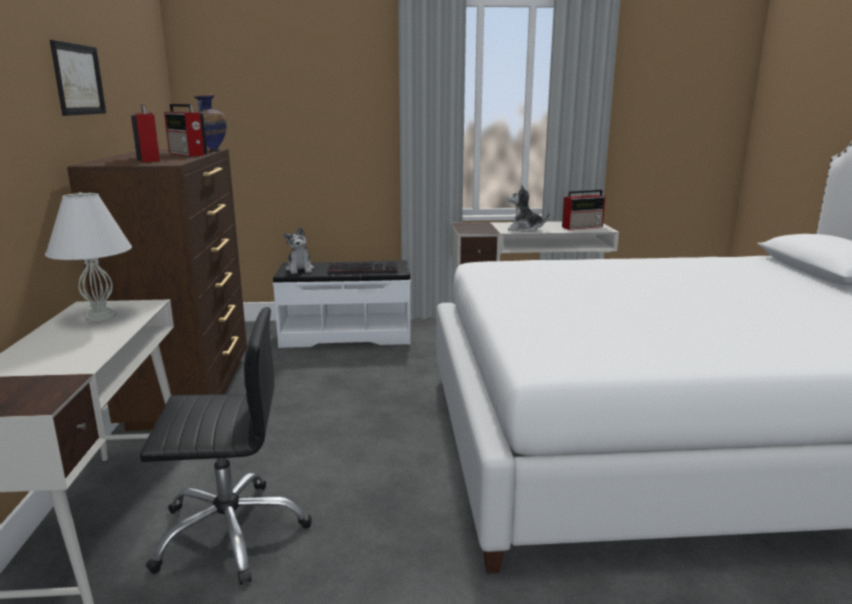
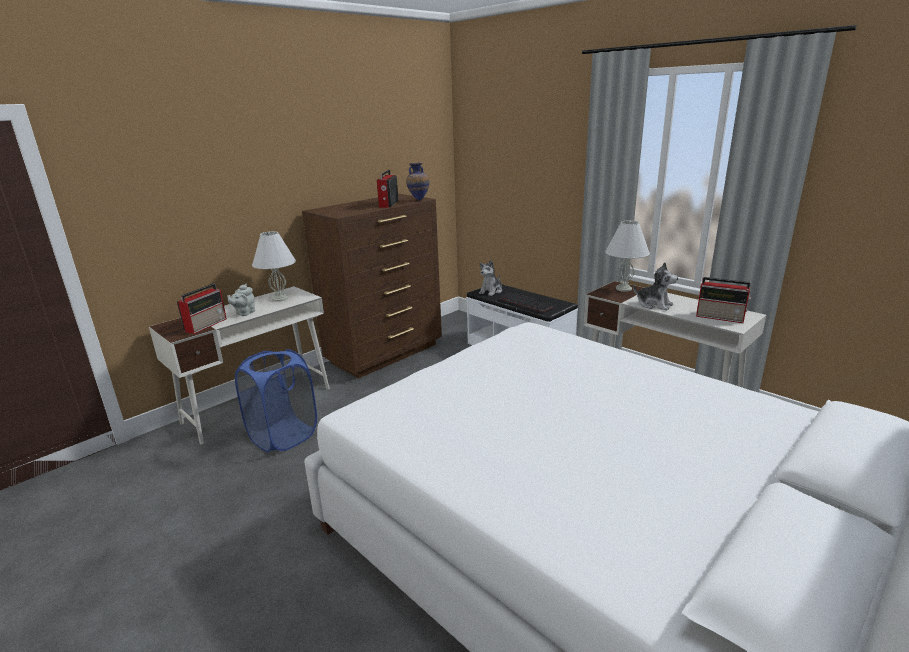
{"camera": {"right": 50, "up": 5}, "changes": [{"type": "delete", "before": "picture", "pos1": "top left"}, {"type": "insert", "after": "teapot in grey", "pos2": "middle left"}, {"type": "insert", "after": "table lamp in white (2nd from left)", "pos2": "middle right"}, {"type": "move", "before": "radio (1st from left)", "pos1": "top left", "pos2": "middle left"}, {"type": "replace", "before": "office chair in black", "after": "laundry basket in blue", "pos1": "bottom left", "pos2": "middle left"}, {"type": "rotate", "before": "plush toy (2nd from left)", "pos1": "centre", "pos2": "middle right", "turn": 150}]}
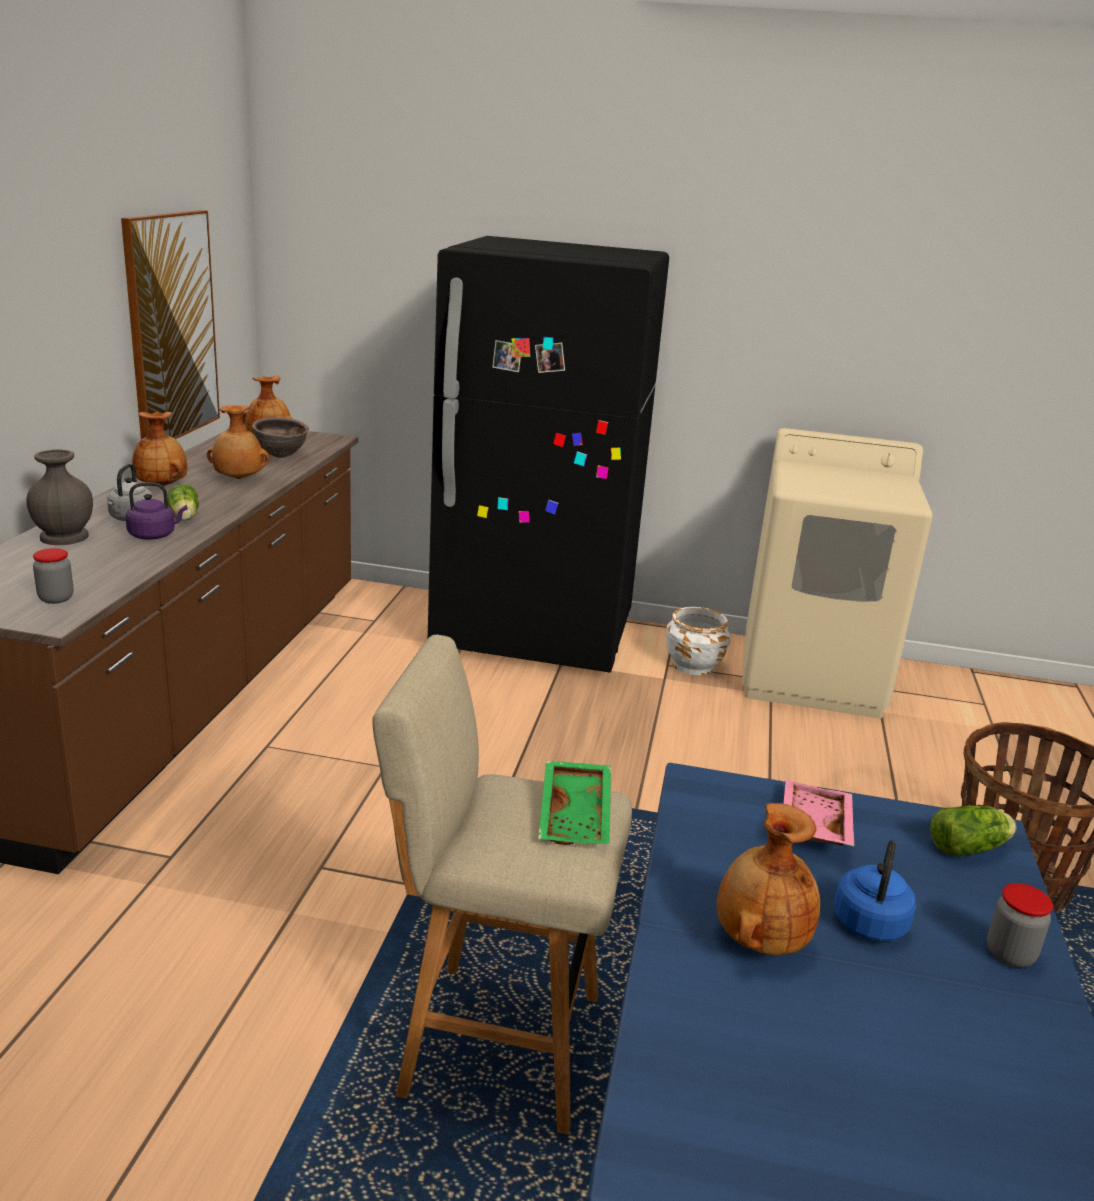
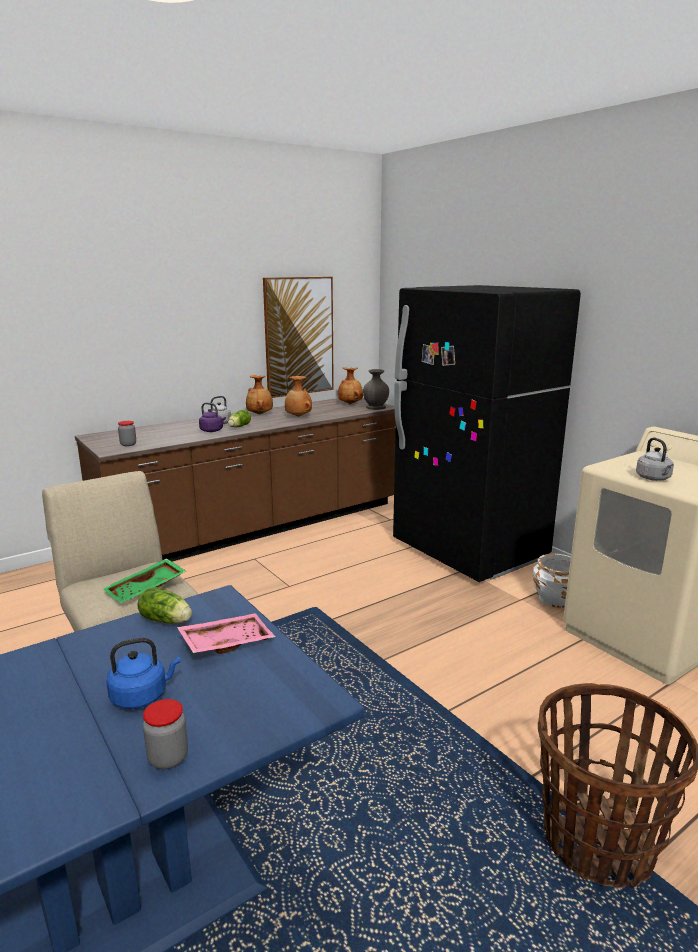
{"camera": {"right": 45, "up": -5}, "changes": [{"type": "delete", "before": "bowl in brown", "pos1": "middle left"}, {"type": "delete", "before": "vase in brown (4th from left)", "pos1": "bottom right"}, {"type": "insert", "after": "kettle in grey (2nd from left)", "pos2": "middle right"}, {"type": "move", "before": "vase in grey", "pos1": "middle left", "pos2": "centre"}, {"type": "move", "before": "lettuce (2nd from left in the first image)", "after": "lettuce (1st from left)", "pos1": "bottom right", "pos2": "middle left"}]}
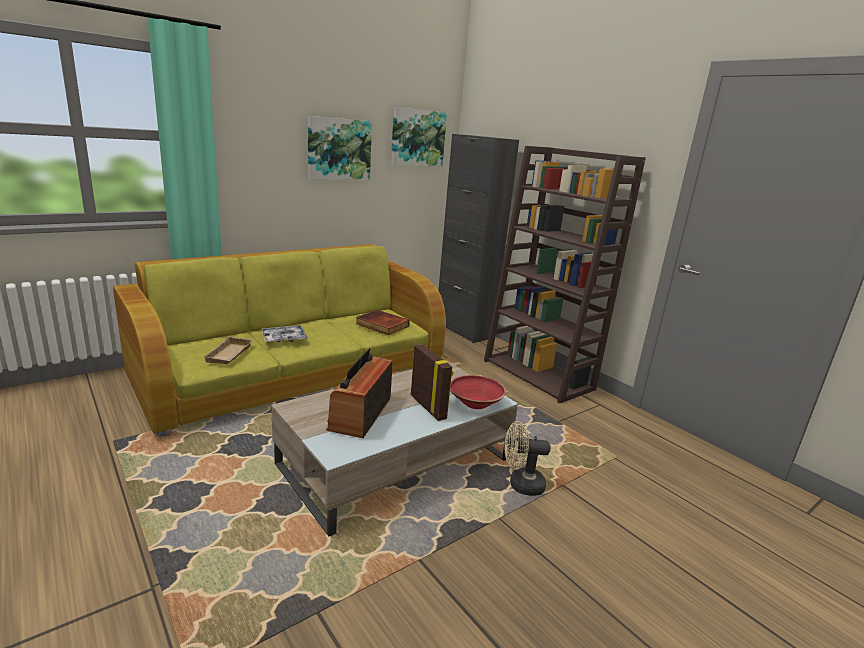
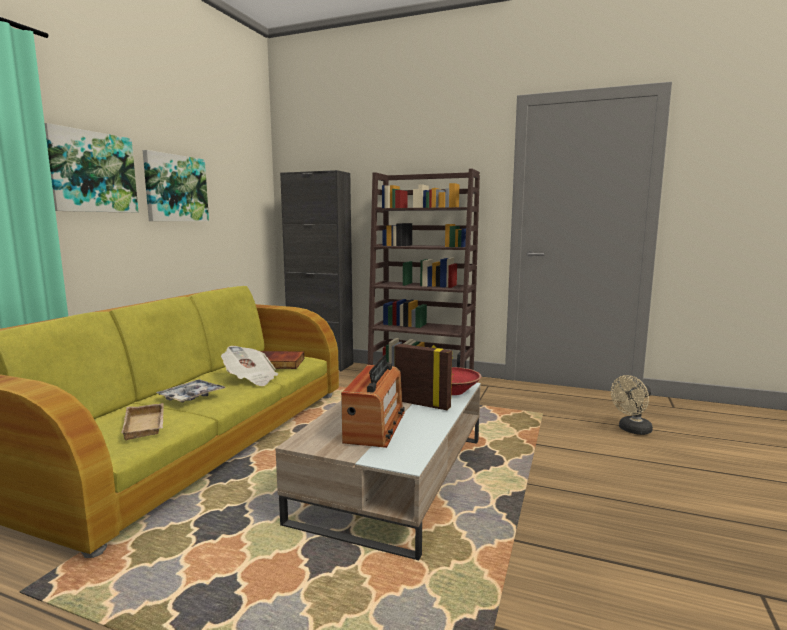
{"camera": {"right": -30, "up": -10}, "changes": [{"type": "insert", "after": "newspaper", "pos2": "middle left"}, {"type": "move", "before": "picture (2nd from left in the first image)", "after": "picture (1st from left)", "pos1": "top centre", "pos2": "top left"}, {"type": "move", "before": "fan in beige", "pos1": "bottom centre", "pos2": "middle right"}, {"type": "rotate", "before": "radio", "pos1": "centre", "pos2": "centre", "turn": -150}]}
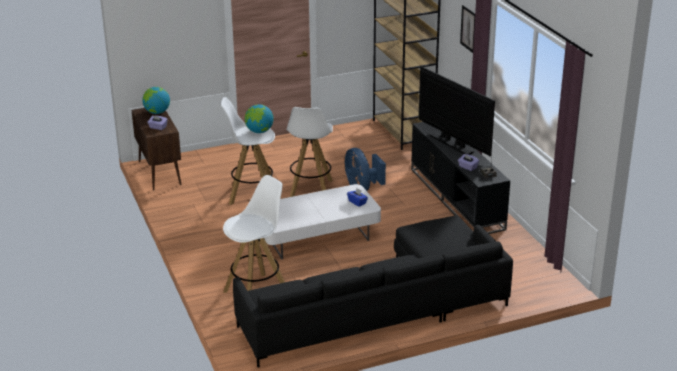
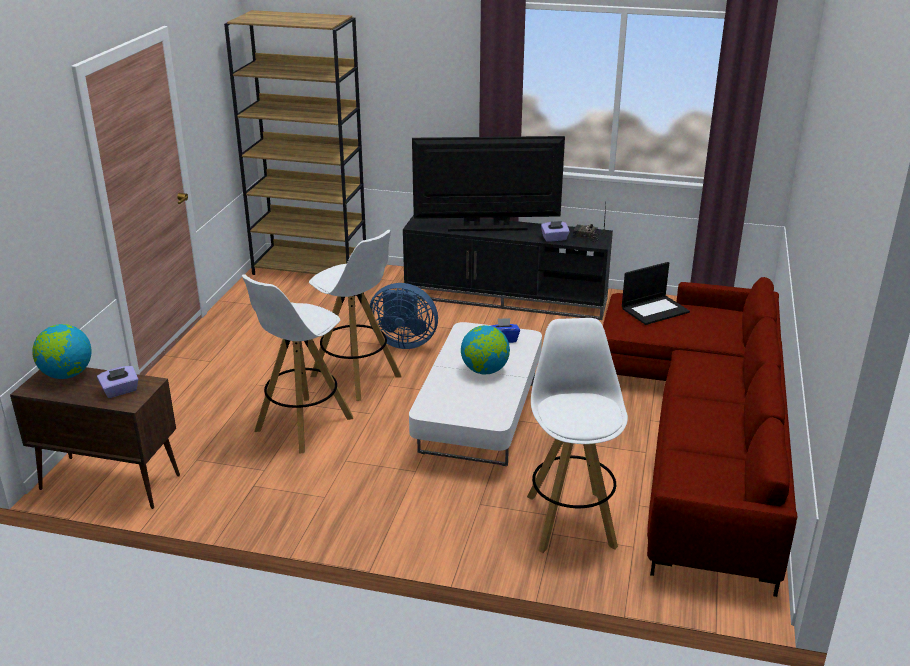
{"camera": {"right": -55, "up": 0}, "changes": [{"type": "delete", "before": "picture", "pos1": "top right"}, {"type": "insert", "after": "laptop", "pos2": "middle right"}, {"type": "move", "before": "globe (2nd from left)", "pos1": "top centre", "pos2": "centre"}, {"type": "recolor", "before": "sofa in black", "after": "sofa in red", "pos1": "bottom centre", "pos2": "middle right"}]}
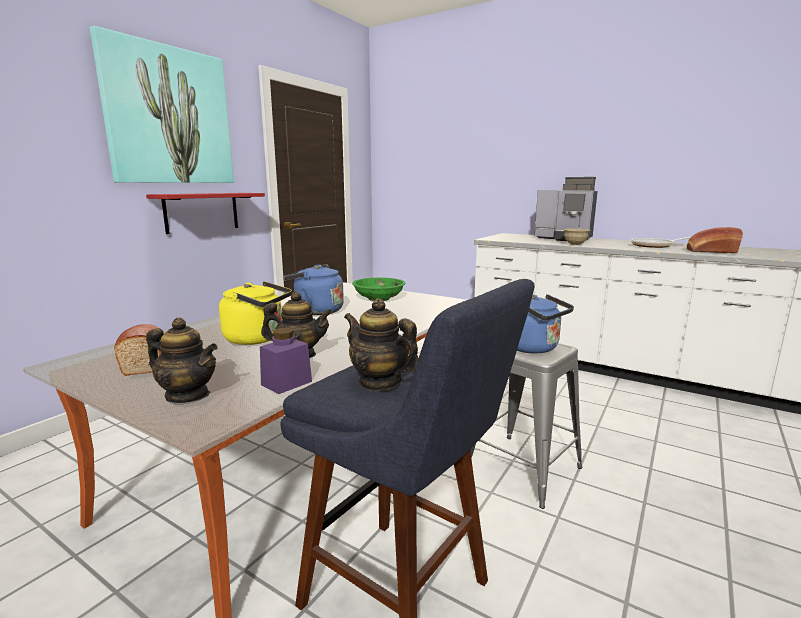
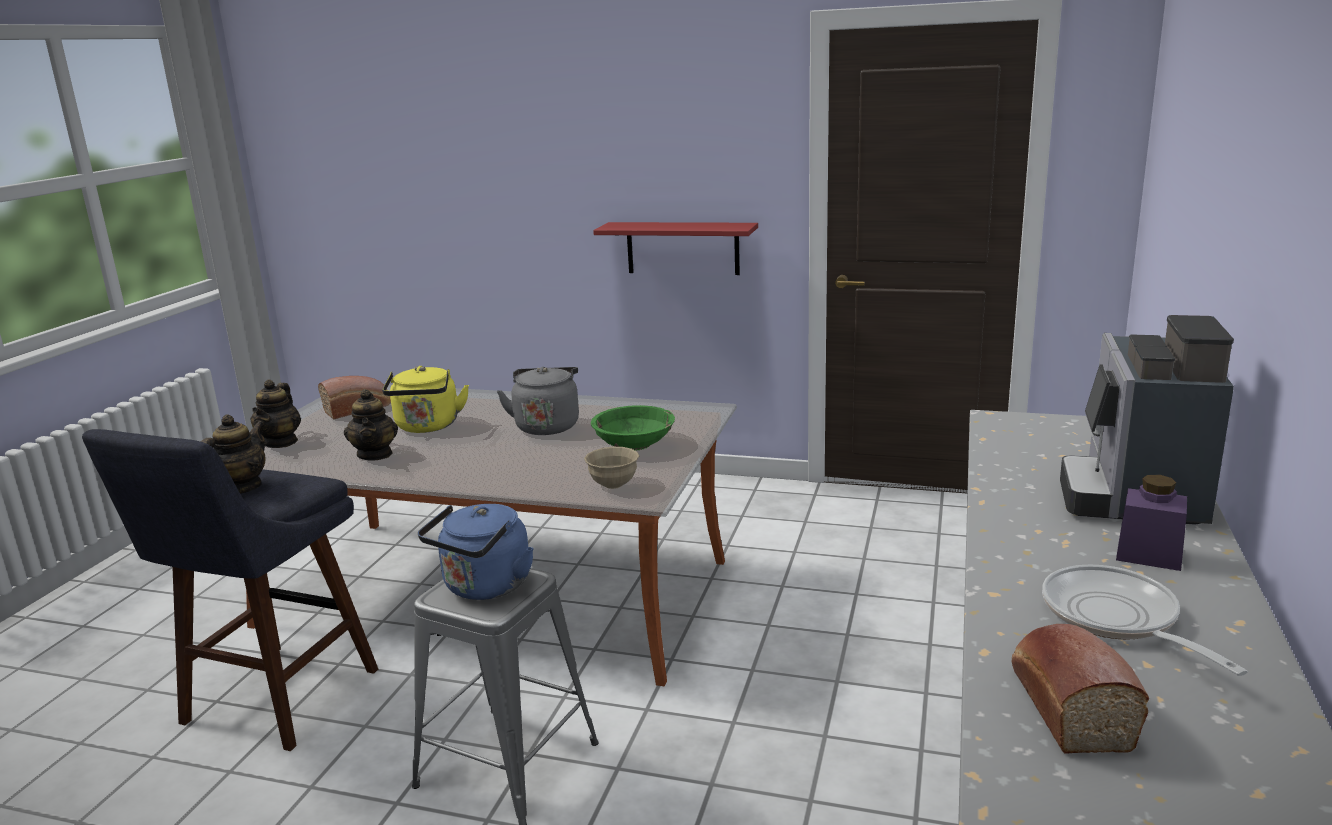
{"camera": {"right": 75, "up": 5}, "changes": [{"type": "delete", "before": "picture", "pos1": "top left"}, {"type": "move", "before": "jar in purple", "pos1": "centre", "pos2": "middle right"}, {"type": "move", "before": "bowl in beige", "pos1": "middle right", "pos2": "centre"}, {"type": "recolor", "before": "kettle in blue (1st from left)", "after": "kettle in grey", "pos1": "centre", "pos2": "centre"}]}
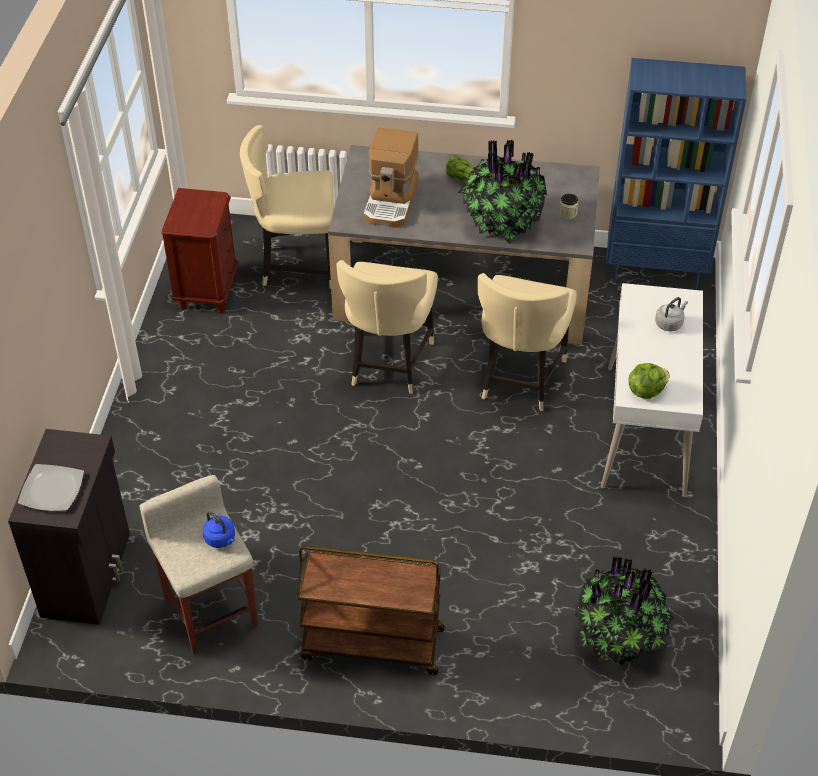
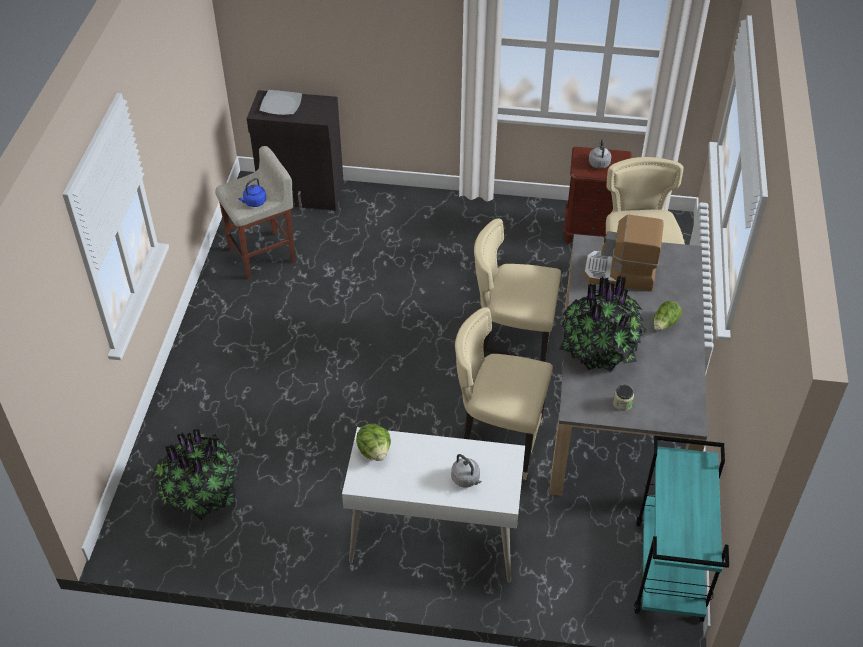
{"camera": {"right": 90, "up": 0}, "changes": [{"type": "delete", "before": "cart in brown", "pos1": "bottom centre"}, {"type": "insert", "after": "kettle in grey (2nd from left)", "pos2": "top right"}, {"type": "replace", "before": "bookcase in blue", "after": "cart in turquoise", "pos1": "top right", "pos2": "bottom right"}]}
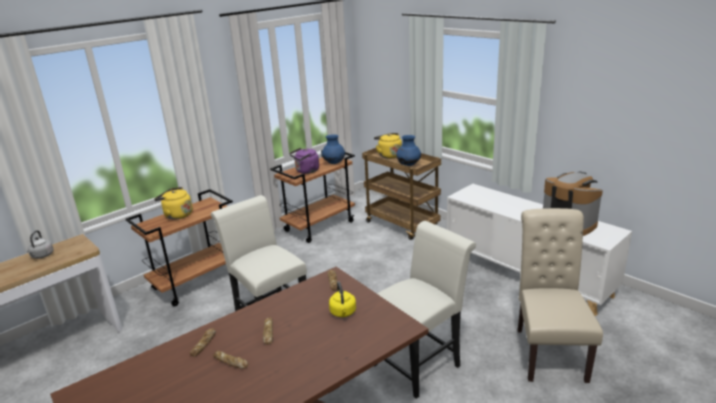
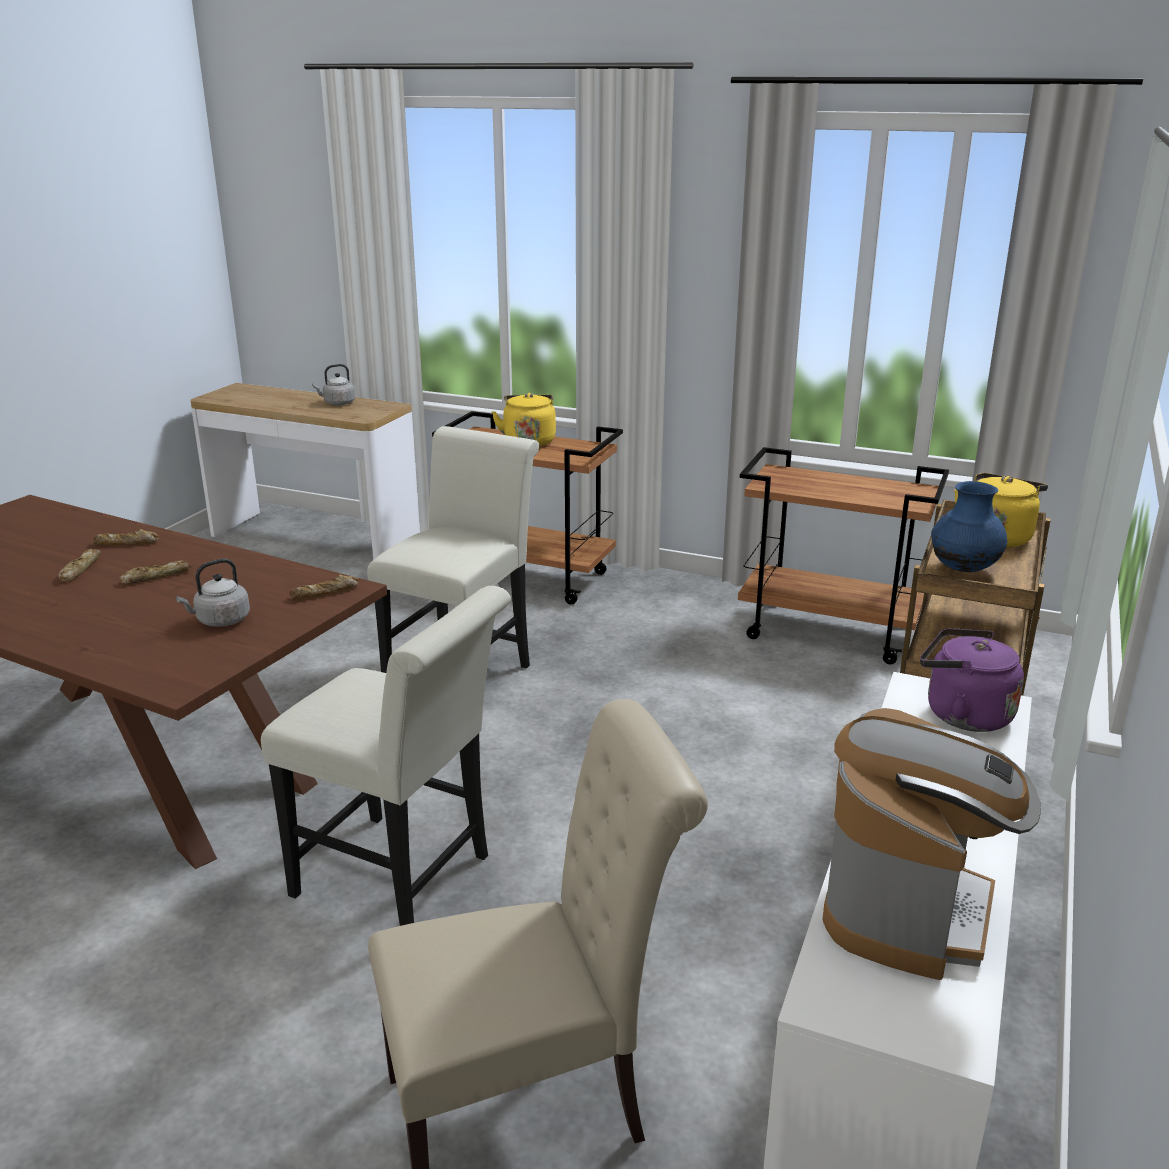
{"camera": {"right": 65, "up": 0}, "changes": [{"type": "delete", "before": "vase in blue (1st from left)", "pos1": "centre"}, {"type": "move", "before": "kettle in purple", "pos1": "centre", "pos2": "middle right"}, {"type": "recolor", "before": "kettle in yellow (2nd from left)", "after": "kettle in grey (1st from left)", "pos1": "bottom centre", "pos2": "middle left"}]}
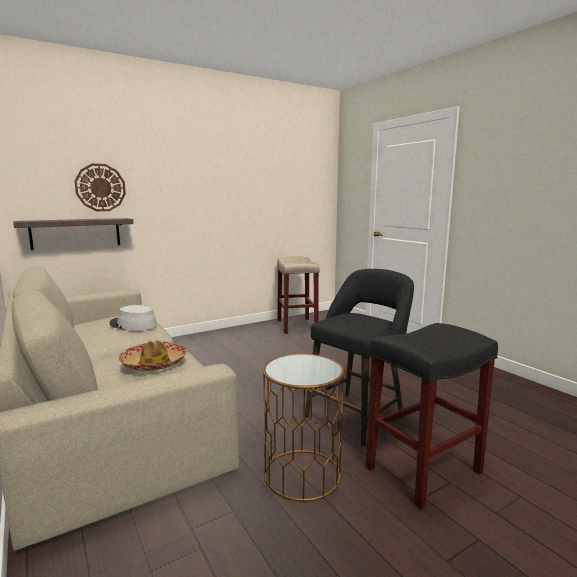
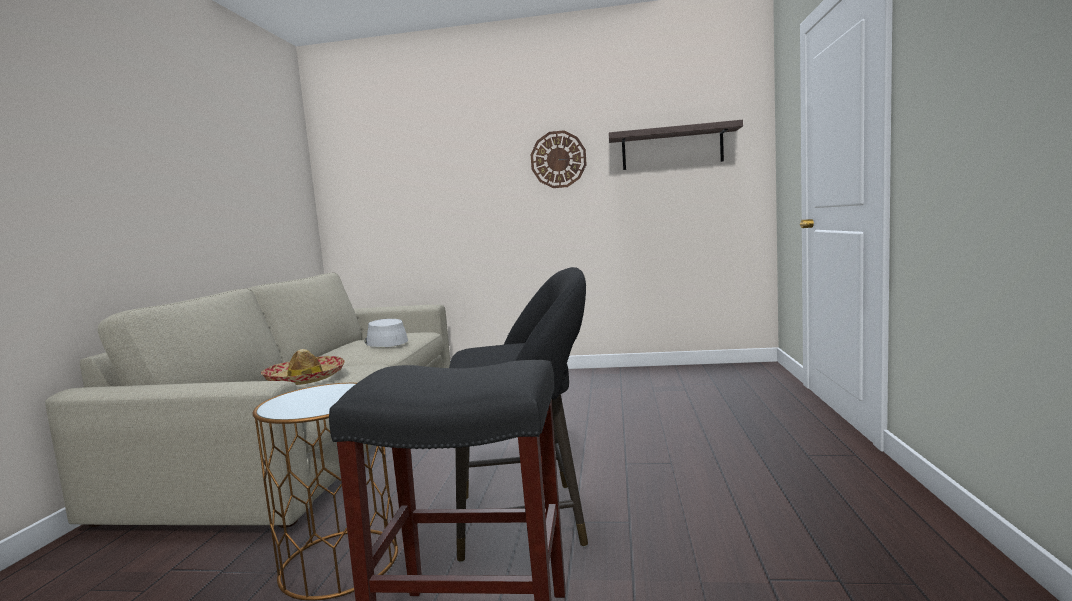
{"camera": {"right": 40, "up": -5}, "changes": [{"type": "delete", "before": "stool in beige", "pos1": "centre"}, {"type": "move", "before": "shelf", "pos1": "middle left", "pos2": "top centre"}, {"type": "move", "before": "wall clock", "pos1": "top left", "pos2": "top centre"}]}
